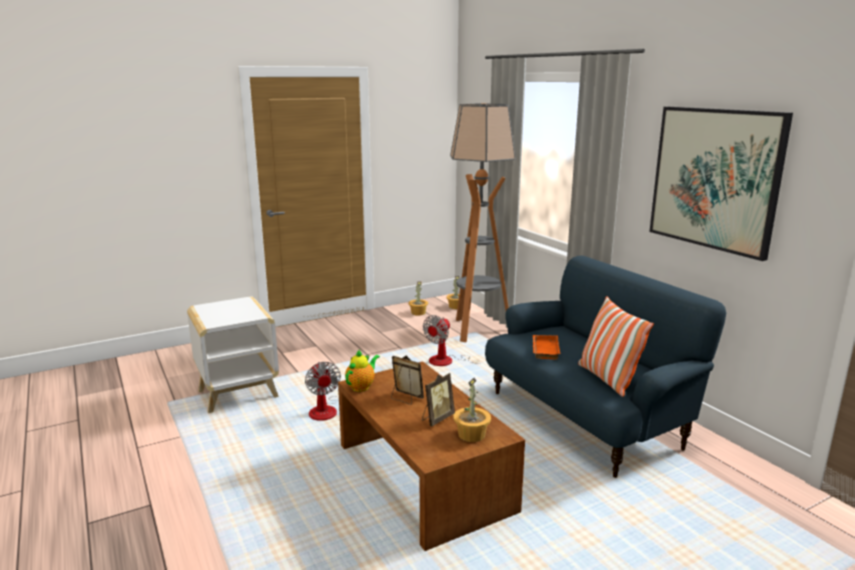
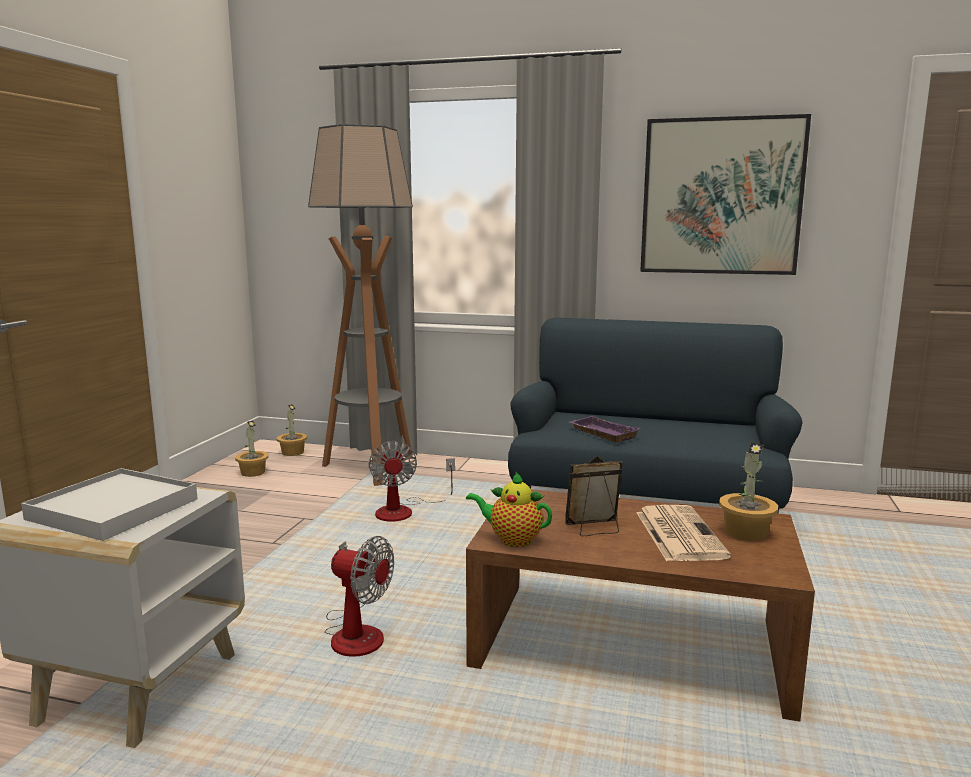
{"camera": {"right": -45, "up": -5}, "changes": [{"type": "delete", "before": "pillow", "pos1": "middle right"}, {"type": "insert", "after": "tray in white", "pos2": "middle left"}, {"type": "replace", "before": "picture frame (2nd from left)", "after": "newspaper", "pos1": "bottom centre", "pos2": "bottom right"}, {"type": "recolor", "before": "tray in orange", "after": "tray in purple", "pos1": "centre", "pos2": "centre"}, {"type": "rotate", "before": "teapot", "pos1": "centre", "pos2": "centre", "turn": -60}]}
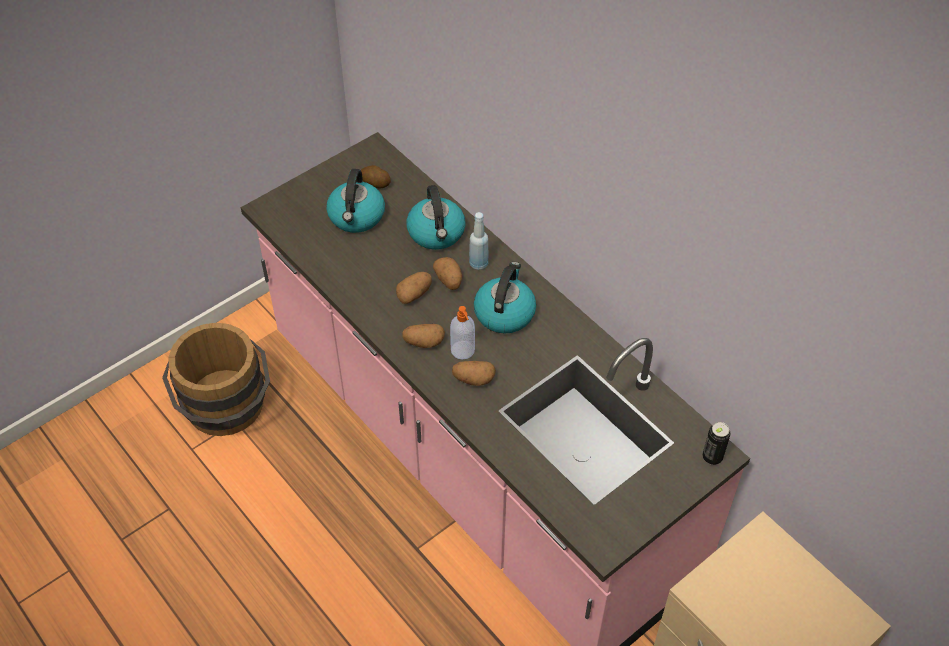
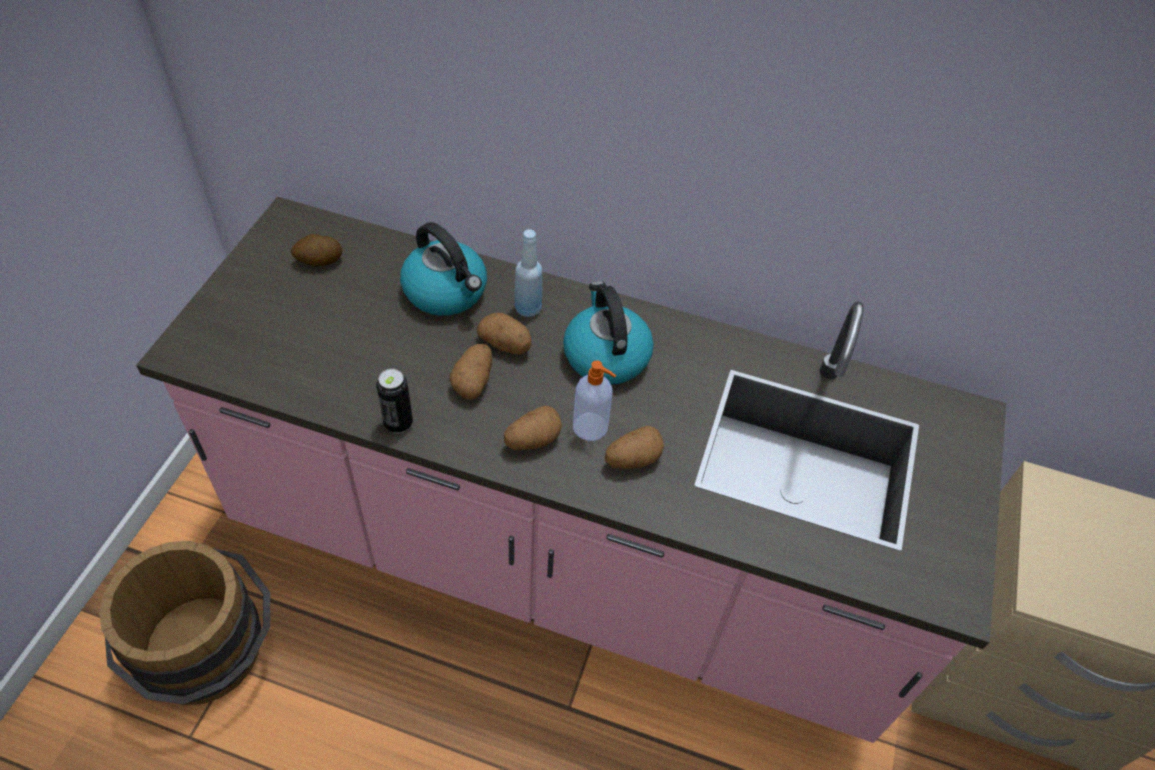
{"camera": {"right": -35, "up": 0}, "changes": [{"type": "delete", "before": "kettle (1st from left)", "pos1": "top centre"}, {"type": "move", "before": "can", "pos1": "bottom right", "pos2": "centre"}]}
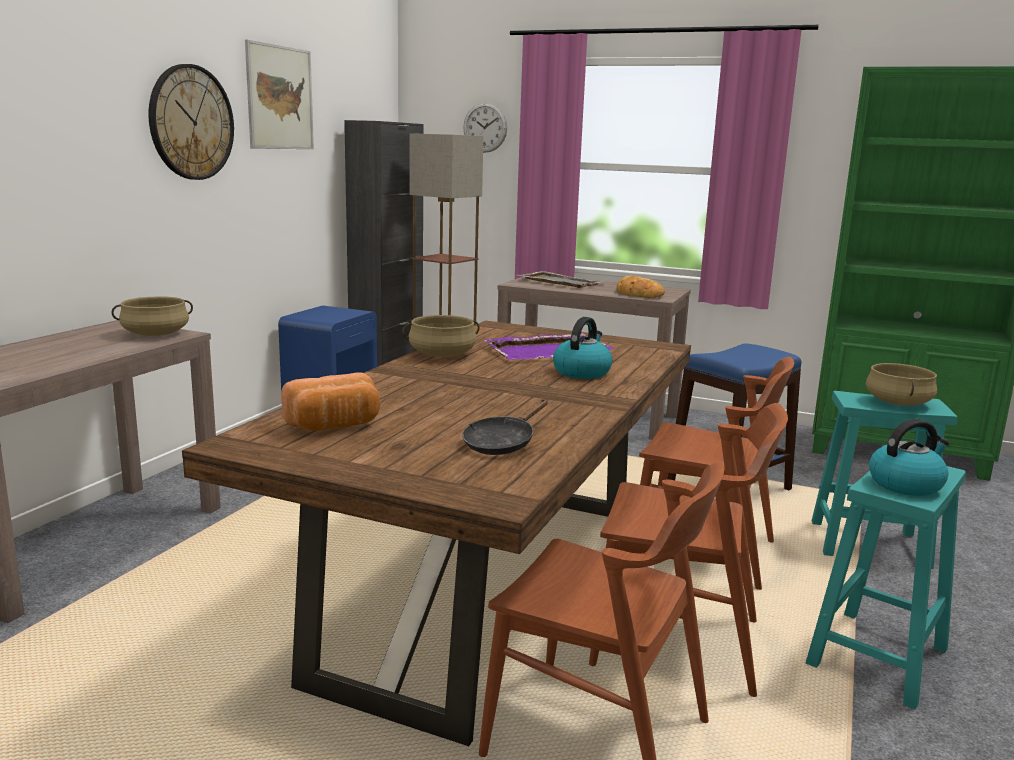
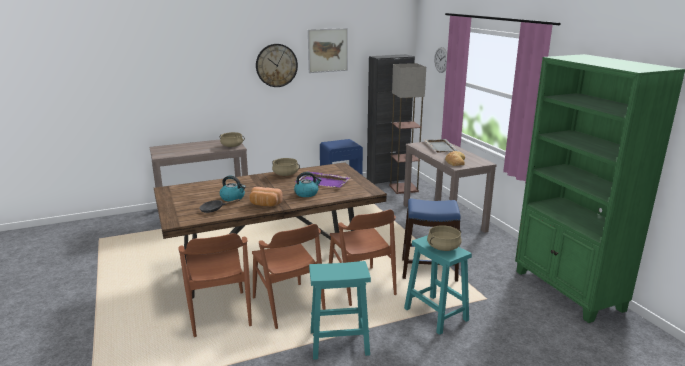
{"camera": {"right": 45, "up": 5}, "changes": [{"type": "move", "before": "bread (1st from left)", "pos1": "middle left", "pos2": "centre"}, {"type": "move", "before": "kettle (2nd from left in the first image)", "after": "kettle (1st from left)", "pos1": "middle right", "pos2": "centre"}]}
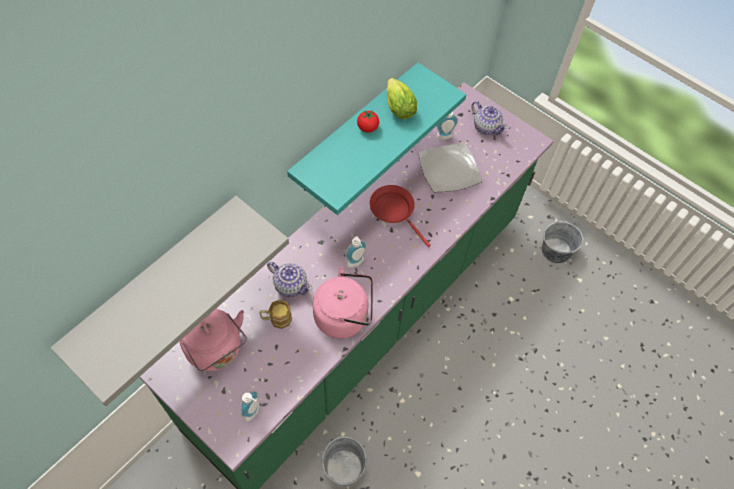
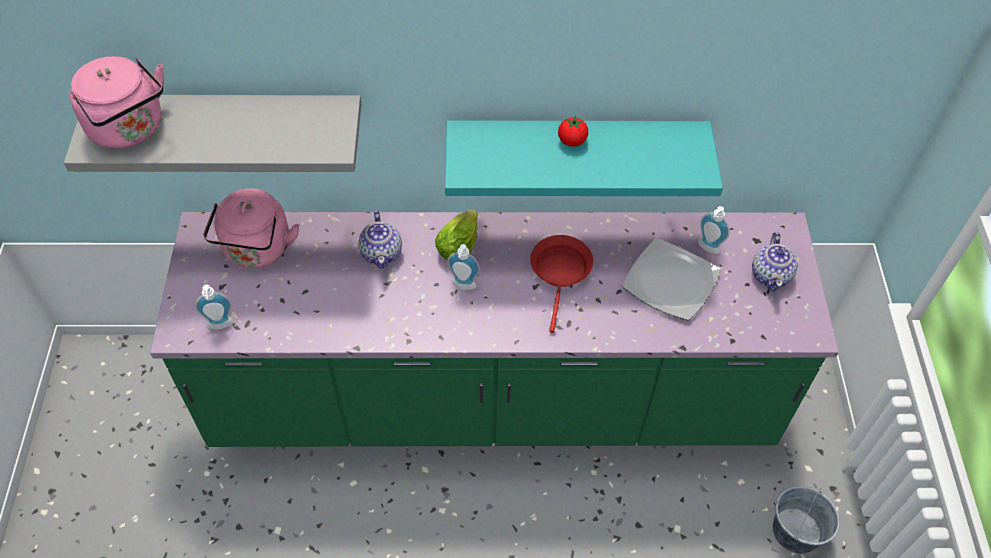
{"camera": {"right": 50, "up": -5}, "changes": [{"type": "delete", "before": "mug", "pos1": "centre"}, {"type": "delete", "before": "bucket in grey (1st from left)", "pos1": "bottom centre"}, {"type": "move", "before": "kettle in pink (2nd from left in the first image)", "after": "kettle in pink (1st from left)", "pos1": "centre", "pos2": "top left"}, {"type": "move", "before": "lettuce", "pos1": "top centre", "pos2": "centre"}]}
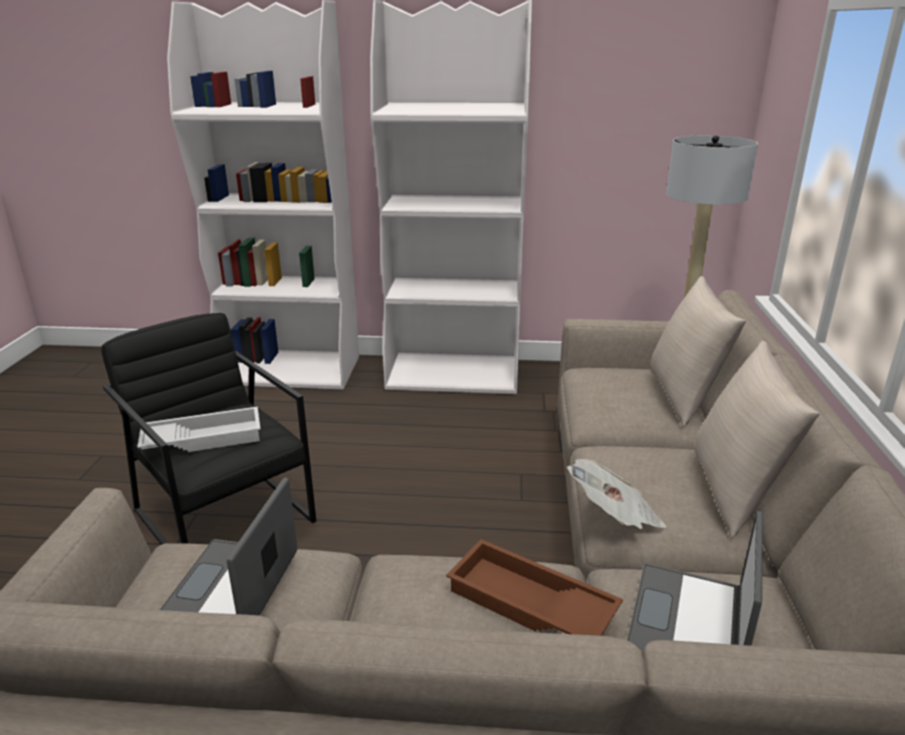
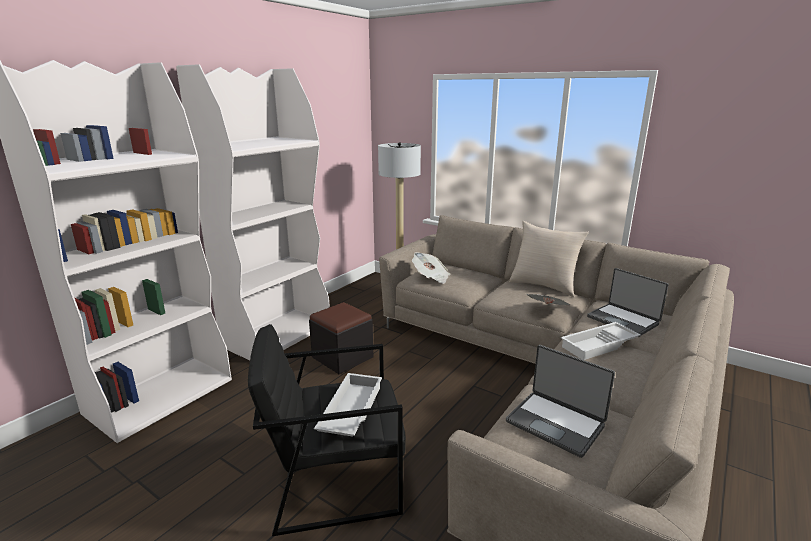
{"camera": {"right": -60, "up": -5}, "changes": [{"type": "delete", "before": "pillow in beige (1st from left)", "pos1": "middle right"}, {"type": "insert", "after": "ottoman in black", "pos2": "centre"}, {"type": "insert", "after": "newspaper (1st from left)", "pos2": "centre"}, {"type": "recolor", "before": "tray in brown", "after": "tray in white (2nd from left)", "pos1": "bottom centre", "pos2": "middle right"}]}
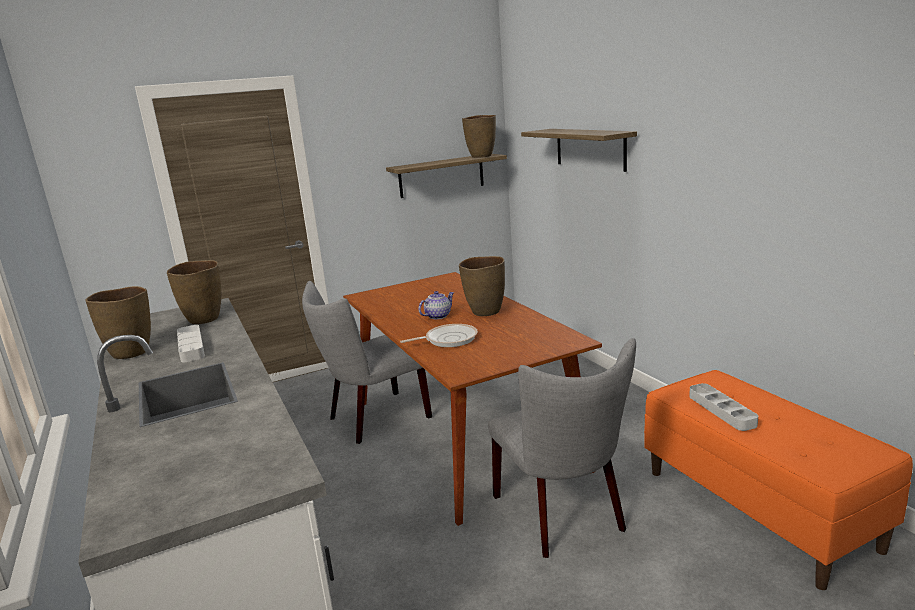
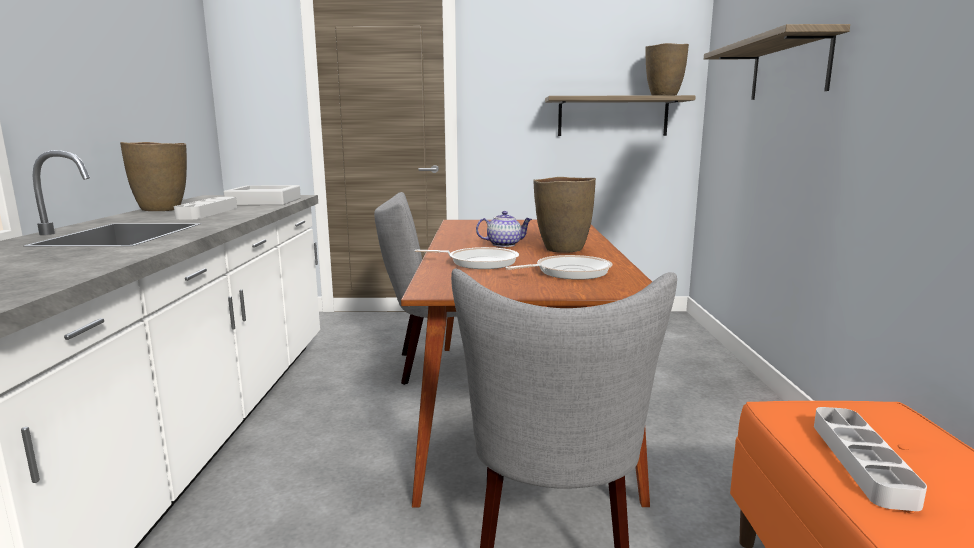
{"camera": {"right": 25, "up": -5}, "changes": [{"type": "insert", "after": "frying pan (2nd from left)", "pos2": "centre"}, {"type": "replace", "before": "vase in brown (2nd from left)", "after": "tray in grey (2nd from left)", "pos1": "middle left", "pos2": "middle left"}]}
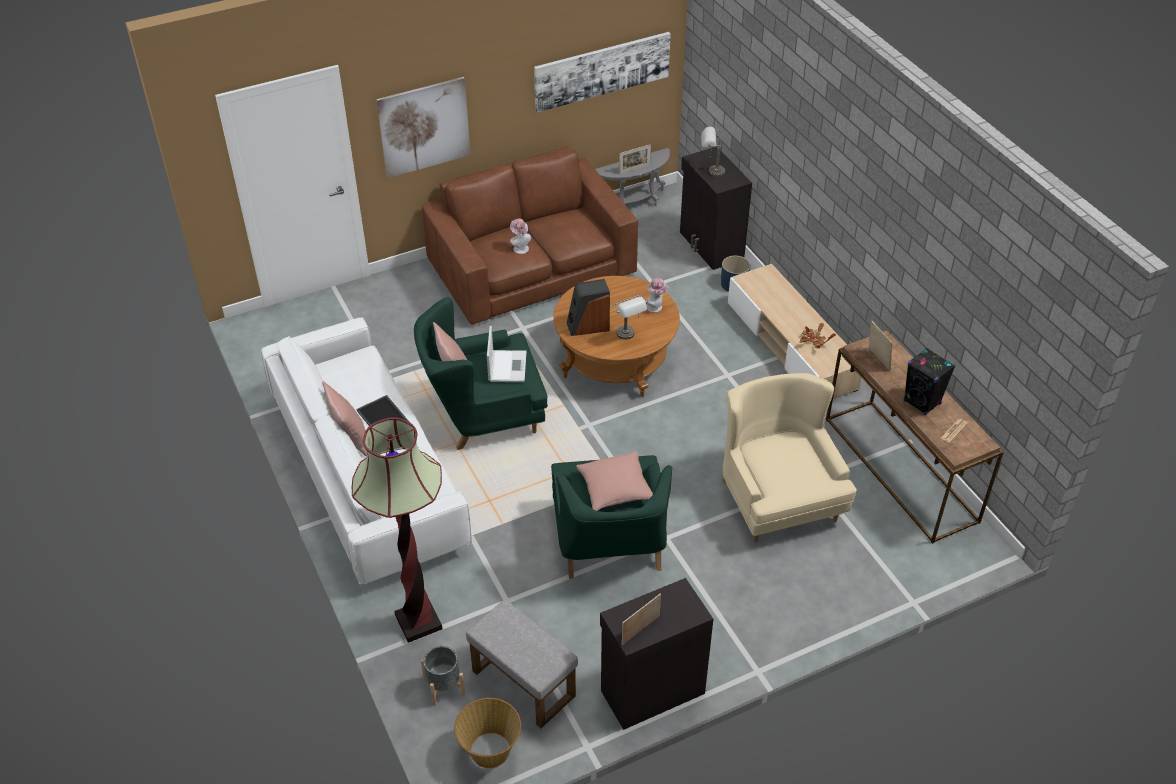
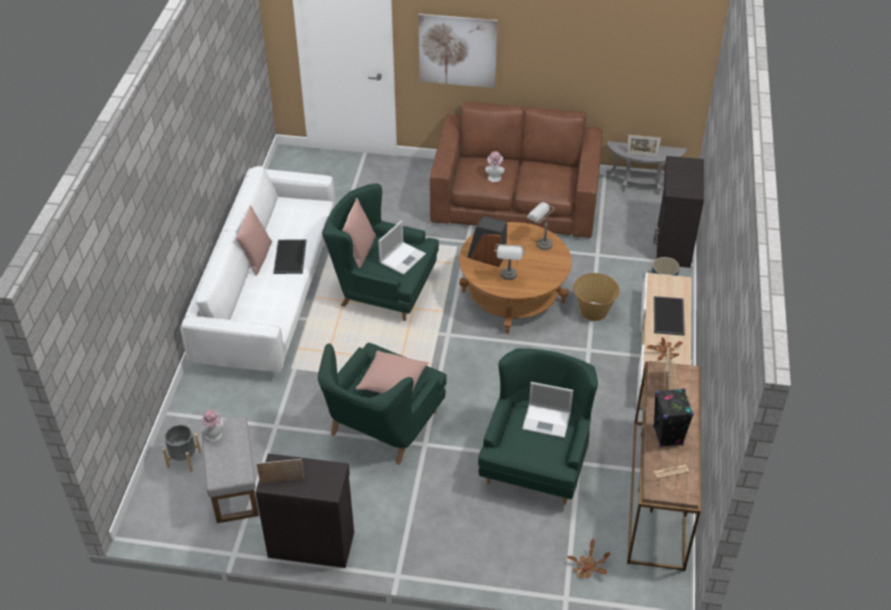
{"camera": {"right": 35, "up": 0}, "changes": [{"type": "delete", "before": "floor lamp", "pos1": "bottom centre"}, {"type": "delete", "before": "picture (2nd from left)", "pos1": "top centre"}, {"type": "insert", "after": "laptop (2nd from left)", "pos2": "bottom centre"}, {"type": "insert", "after": "potted plant (1st from left)", "pos2": "bottom centre"}, {"type": "insert", "after": "tray (2nd from left)", "pos2": "middle right"}, {"type": "move", "before": "basket", "pos1": "bottom centre", "pos2": "middle right"}, {"type": "move", "before": "hat (2nd from left in the first image)", "after": "hat (1st from left)", "pos1": "centre", "pos2": "bottom left"}, {"type": "move", "before": "table lamp in grey (2nd from left)", "pos1": "top centre", "pos2": "centre"}, {"type": "recolor", "before": "armchair in beige", "after": "armchair in green (3rd from left)", "pos1": "middle right", "pos2": "bottom centre"}]}
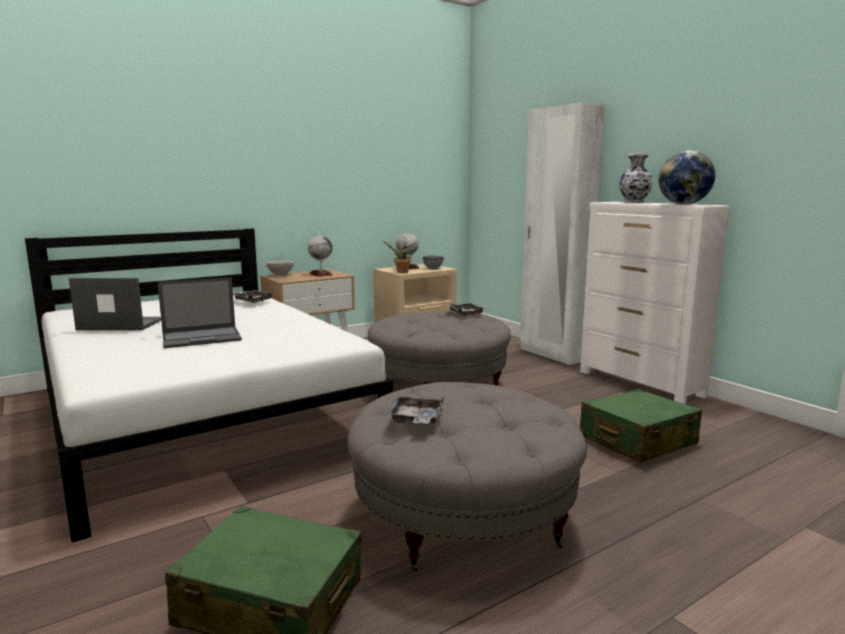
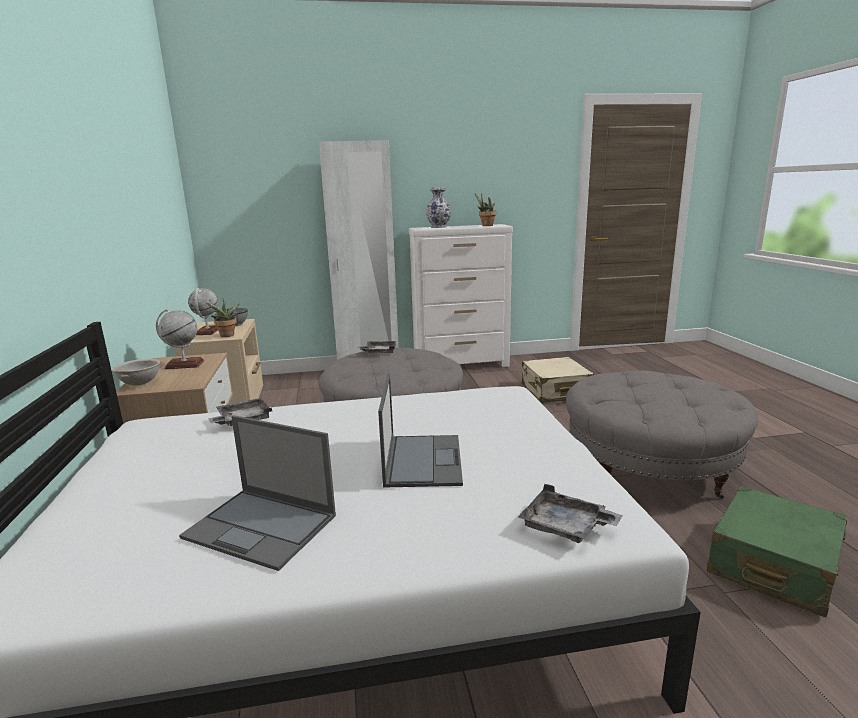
{"camera": {"right": -65, "up": 5}, "changes": [{"type": "move", "before": "tray in grey (2nd from left in the first image)", "after": "tray in grey (3rd from left)", "pos1": "centre", "pos2": "bottom centre"}, {"type": "replace", "before": "globe (3rd from left)", "after": "potted plant (2nd from left)", "pos1": "top right", "pos2": "top centre"}, {"type": "recolor", "before": "suitcase in green (2nd from left)", "after": "suitcase in beige", "pos1": "bottom right", "pos2": "centre"}, {"type": "rotate", "before": "laptop (1st from left)", "pos1": "middle left", "pos2": "bottom left", "turn": -90}]}
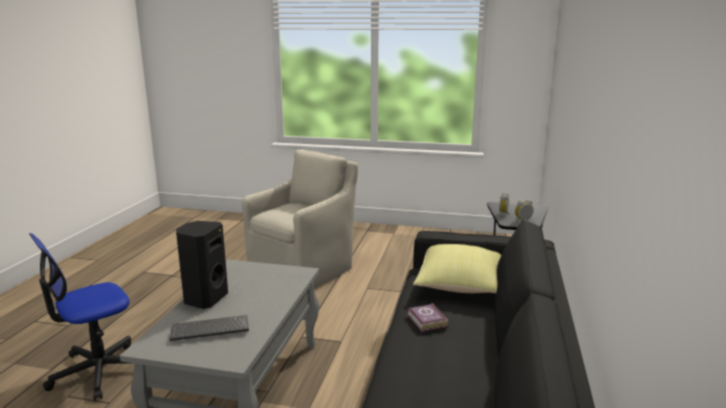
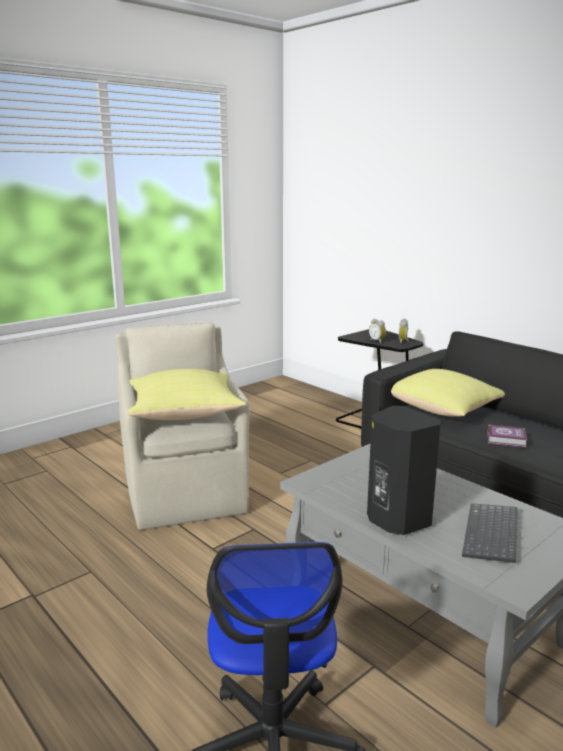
{"camera": {"right": -55, "up": 0}, "changes": [{"type": "insert", "after": "pillow in yellow (1st from left)", "pos2": "middle left"}]}
